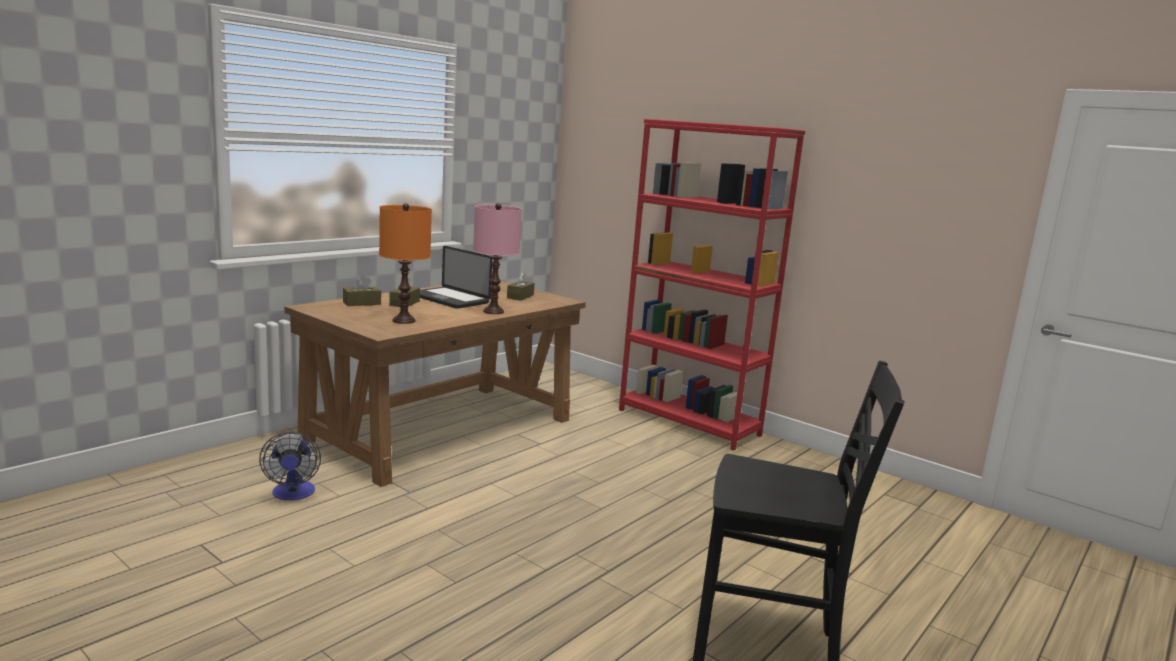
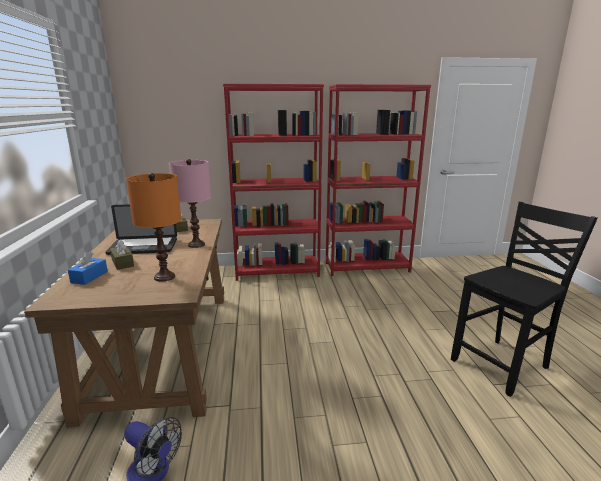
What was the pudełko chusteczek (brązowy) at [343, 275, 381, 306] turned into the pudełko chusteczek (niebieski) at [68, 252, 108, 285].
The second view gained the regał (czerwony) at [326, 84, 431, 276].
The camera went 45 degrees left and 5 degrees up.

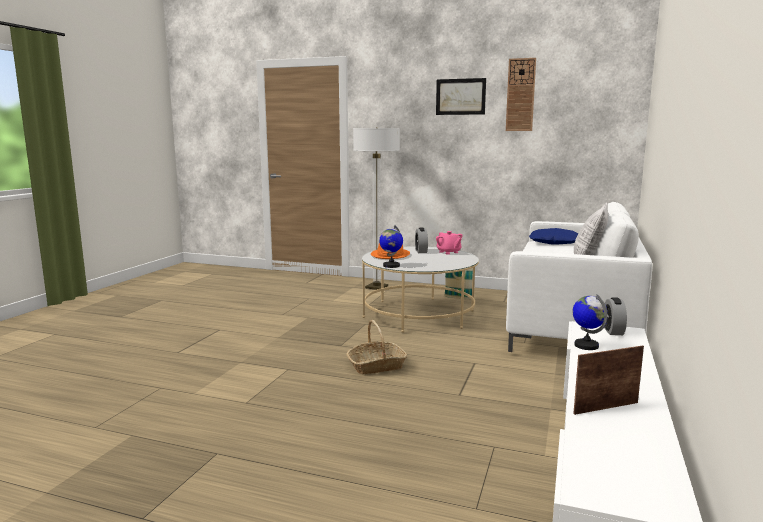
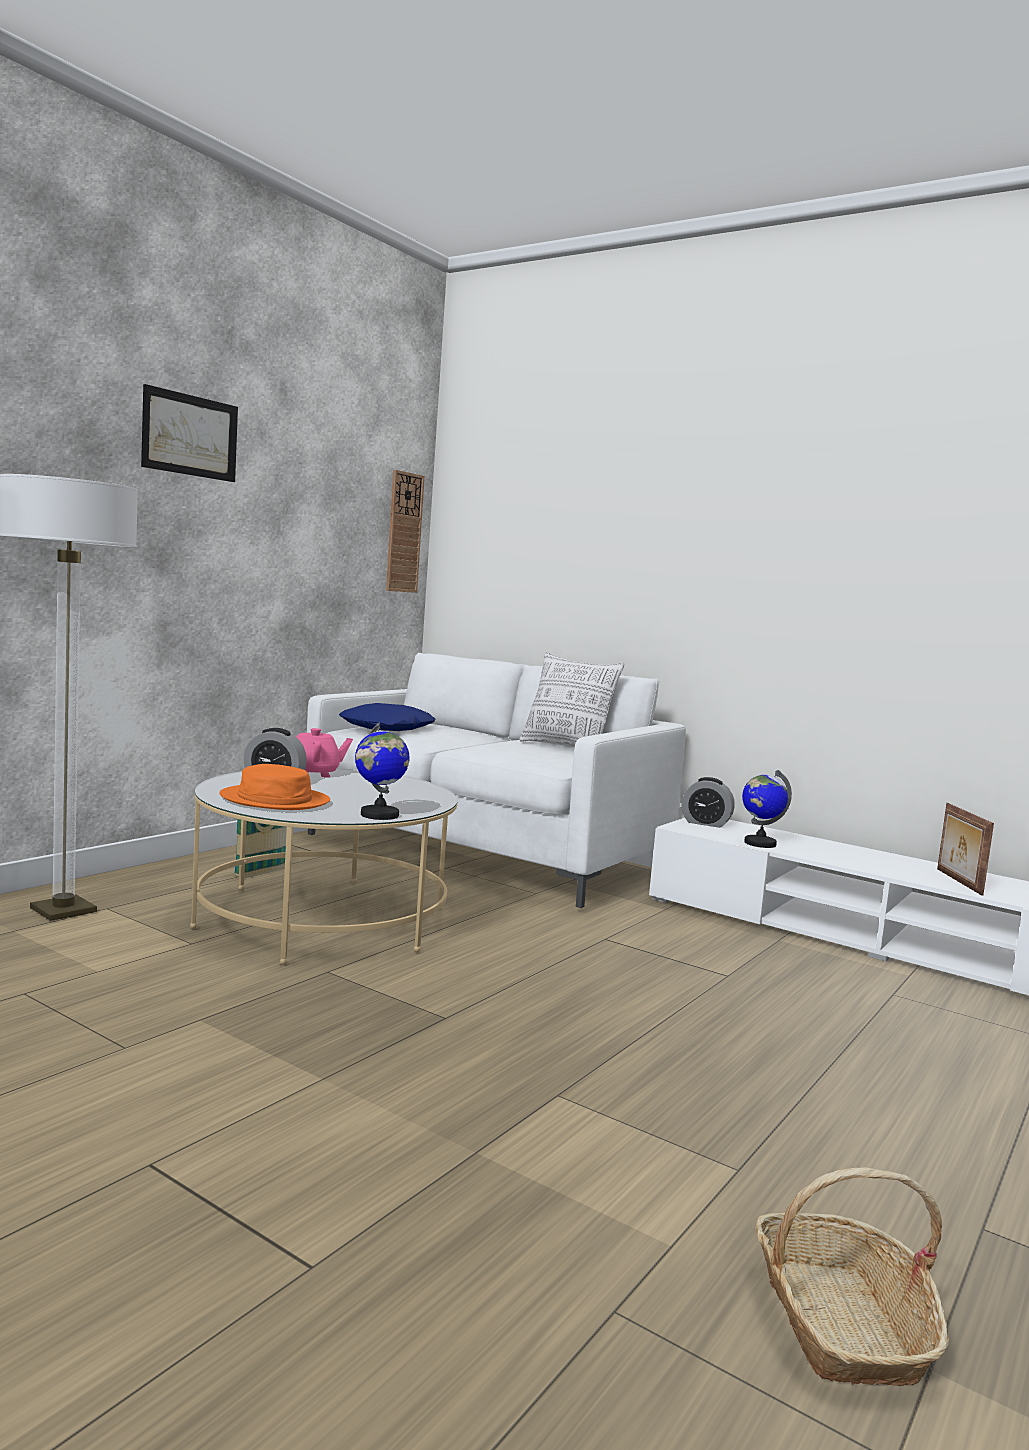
The zegar ścienny ended up elsewhere, having gone from [506, 58, 536, 131] to [386, 470, 425, 593].
The koszyk ended up elsewhere, having gone from [346, 320, 407, 374] to [755, 1168, 949, 1386].
The camera went 75 degrees left and 5 degrees down.

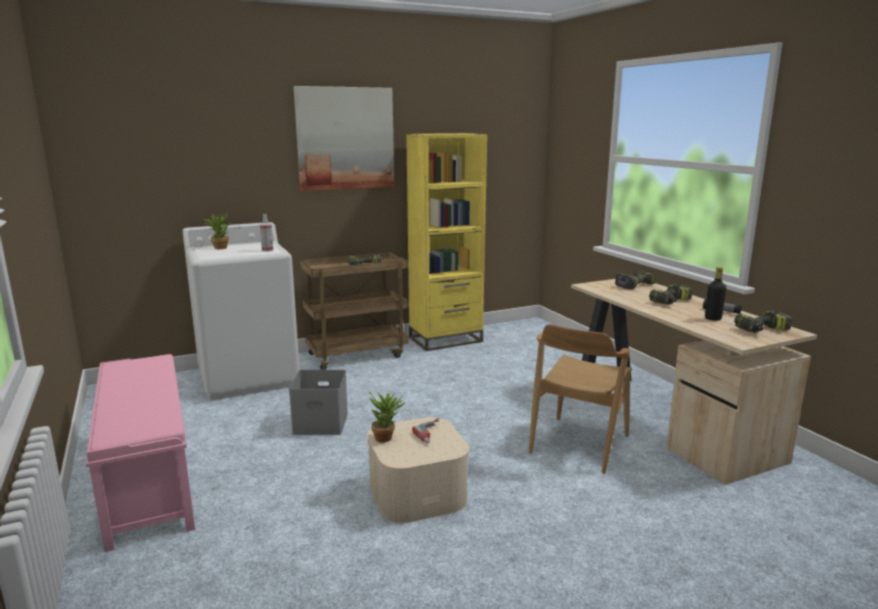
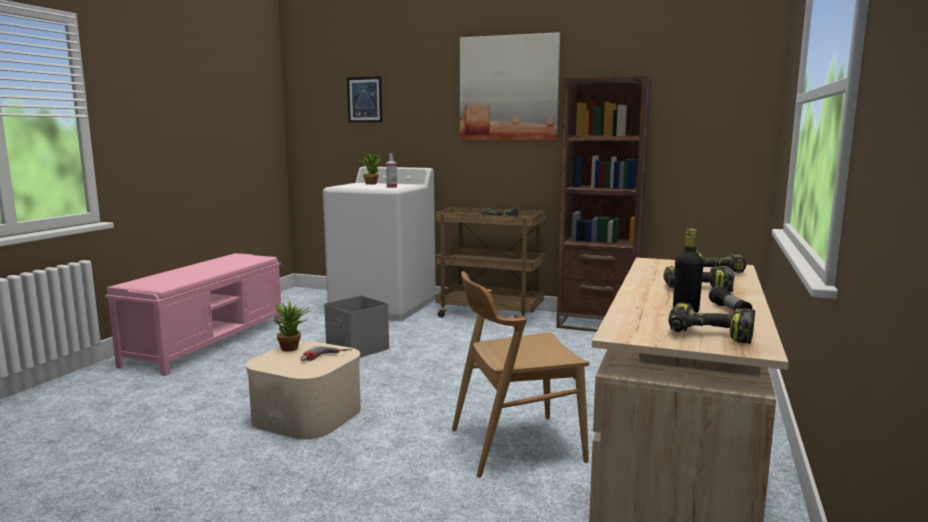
What was the regał (żółty) at [406, 133, 487, 351] turned into the regał (brązowy) at [556, 76, 652, 332].
The second view gained the obraz at [347, 76, 383, 123].
The camera went 45 degrees right and 5 degrees down.

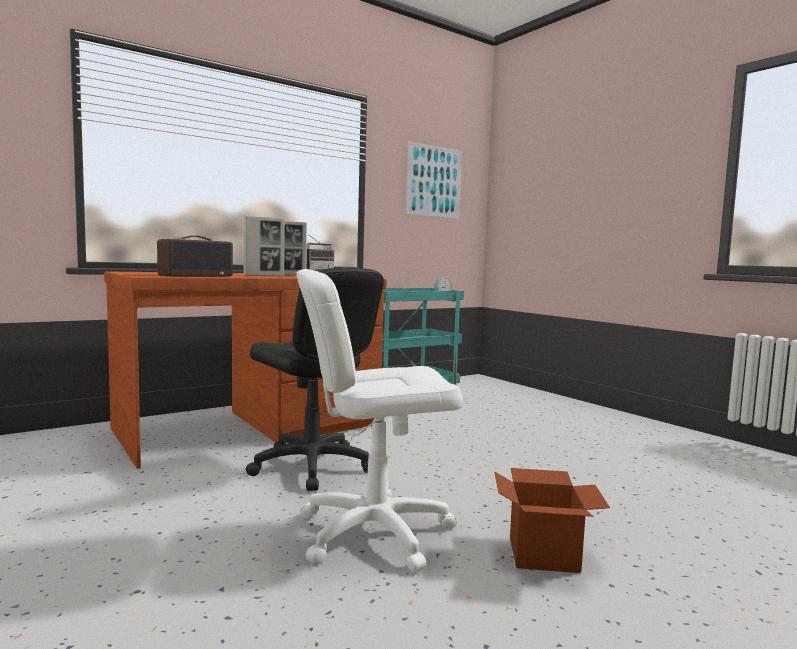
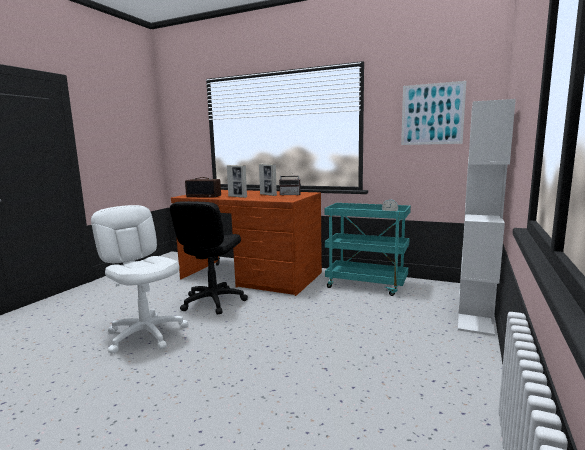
The second view lost the karton at [494, 468, 610, 573].
The second view gained the regał (biały) at [458, 99, 516, 336].
The camera went 60 degrees right and 5 degrees up.

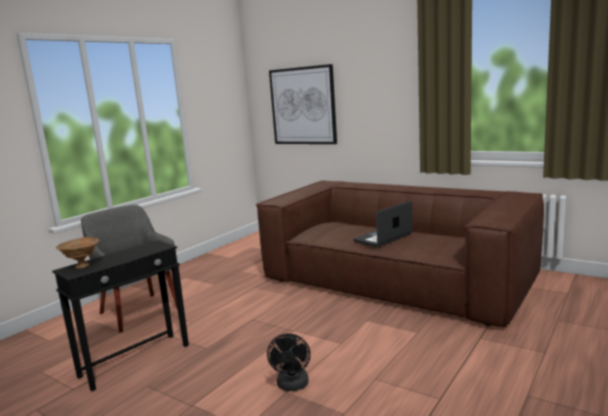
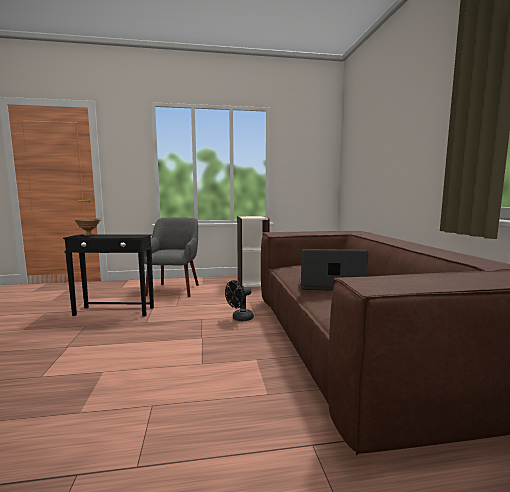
The second view lost the obraz at [269, 64, 337, 144].
The wentylator (czarny) ended up elsewhere, having gone from [267, 334, 311, 391] to [225, 280, 254, 321].
The second view gained the regał at [237, 216, 270, 287].
The camera went 45 degrees right and 5 degrees down.

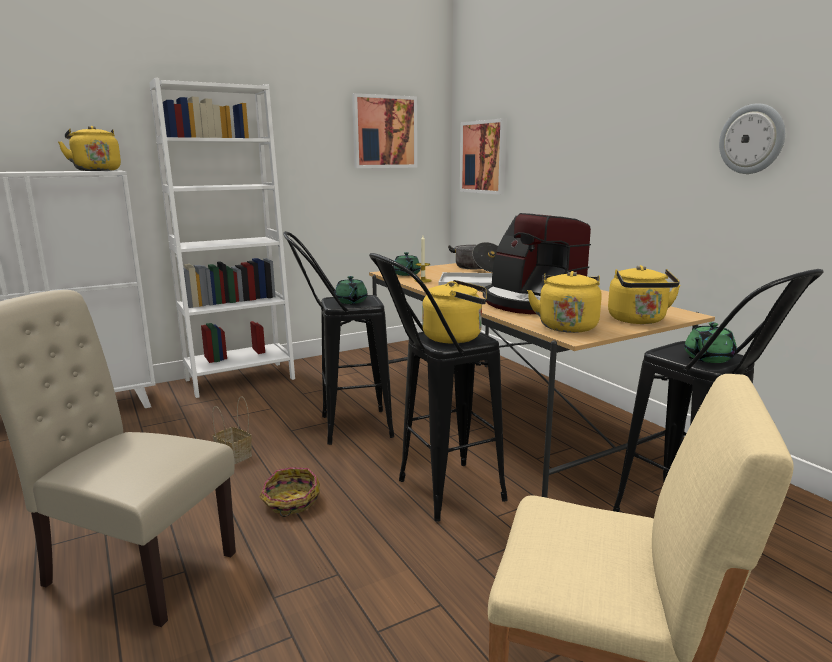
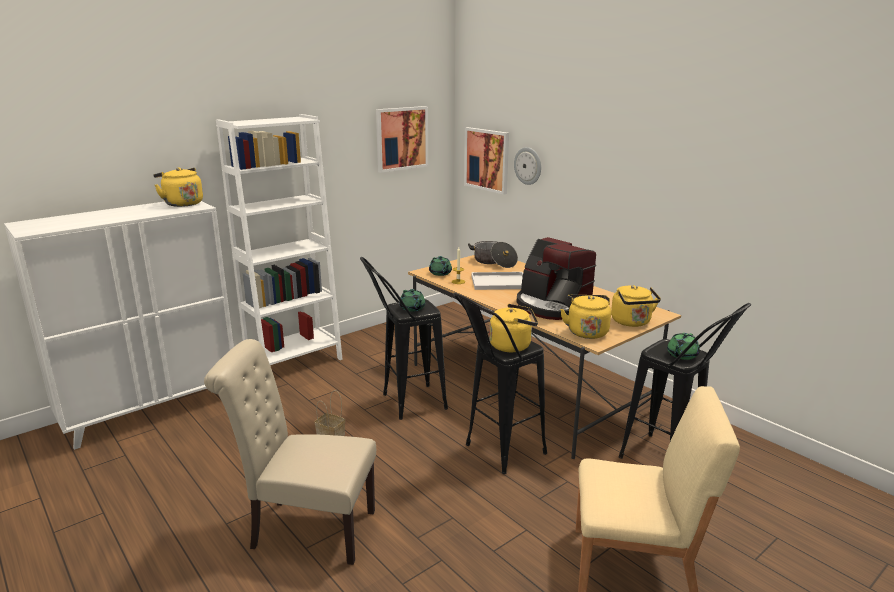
The zegar ścienny ended up elsewhere, having gone from [719, 103, 785, 174] to [514, 147, 541, 185].
The second view lost the koszyk at [260, 467, 320, 517].
The camera went 10 degrees left and 5 degrees up.

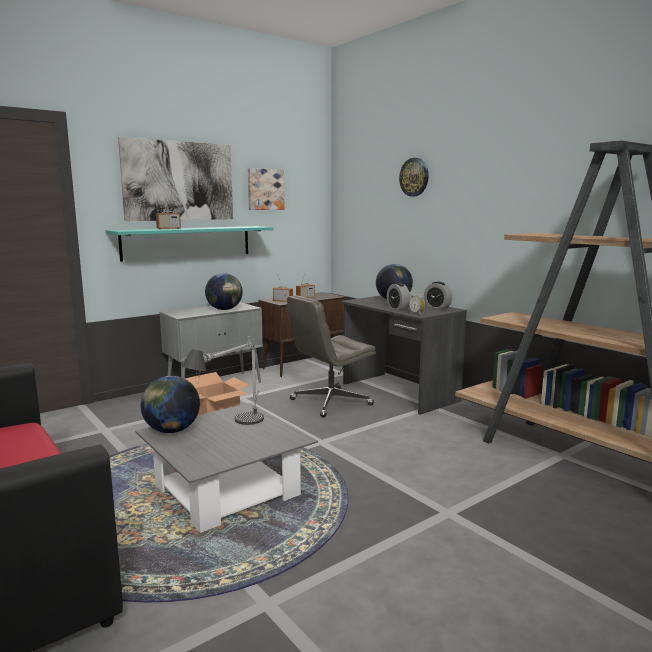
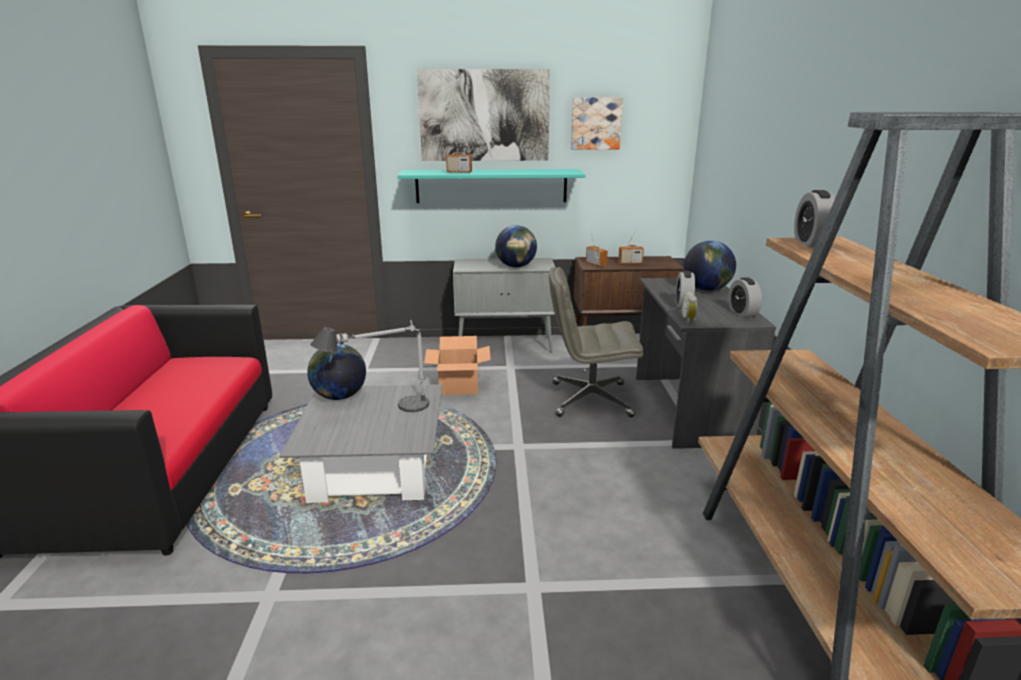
The second view lost the zegar ścienny at [399, 158, 429, 196].
The second view gained the budzik at [794, 190, 835, 247].
The camera went 35 degrees right and 10 degrees up.

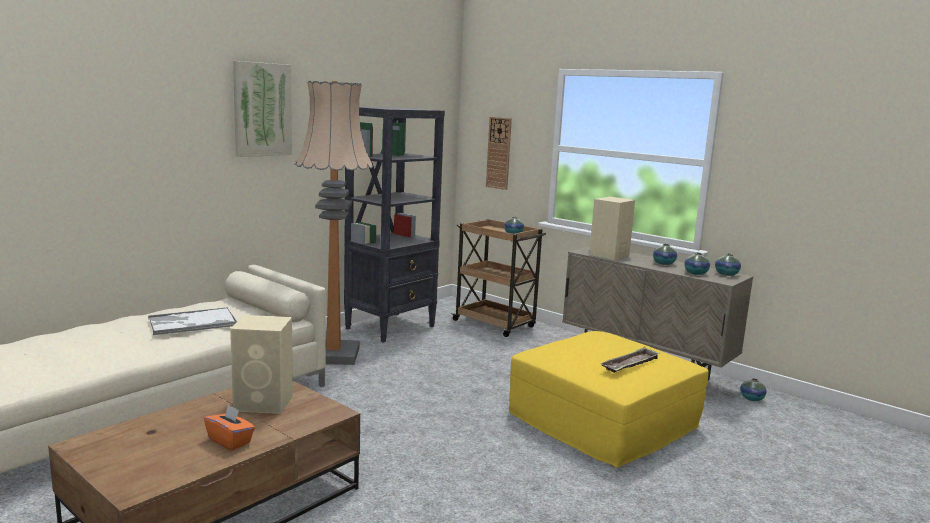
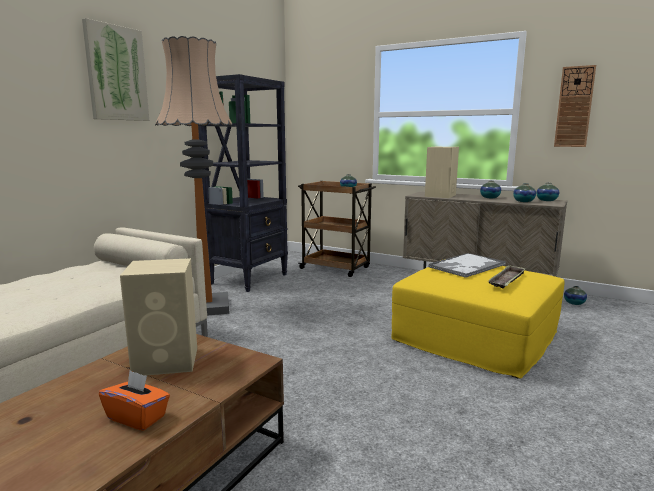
The zegar ścienny ended up elsewhere, having gone from [486, 117, 512, 190] to [554, 65, 596, 147].
The taca ended up elsewhere, having gone from [148, 307, 237, 335] to [428, 253, 506, 278].
The camera went 10 degrees left and 0 degrees up.

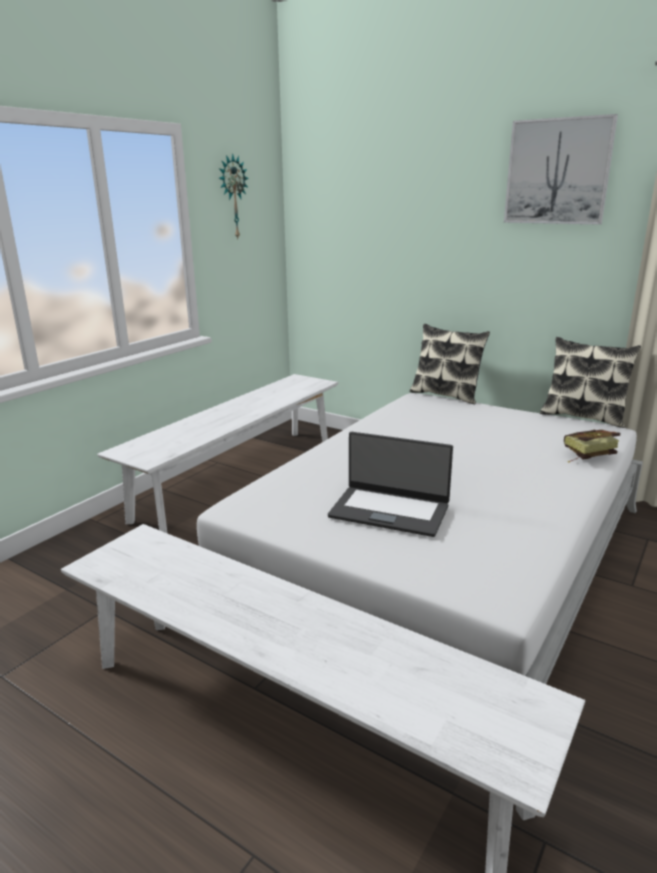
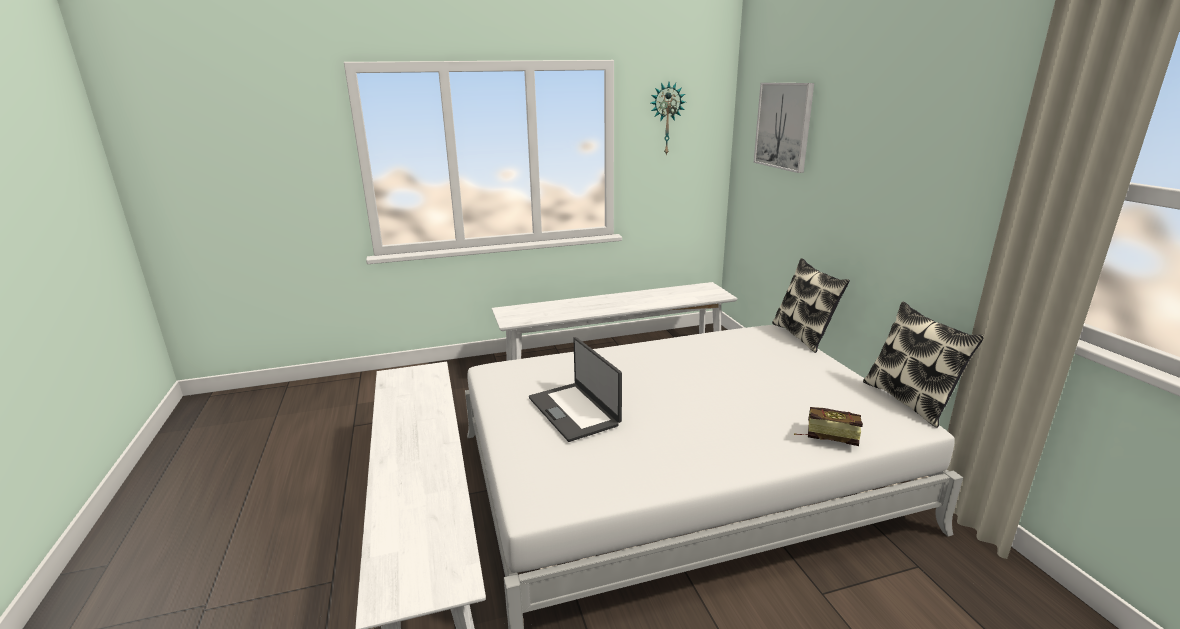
The obraz ended up elsewhere, having gone from [504, 114, 618, 225] to [754, 83, 814, 173].
The camera went 40 degrees right and 0 degrees up.

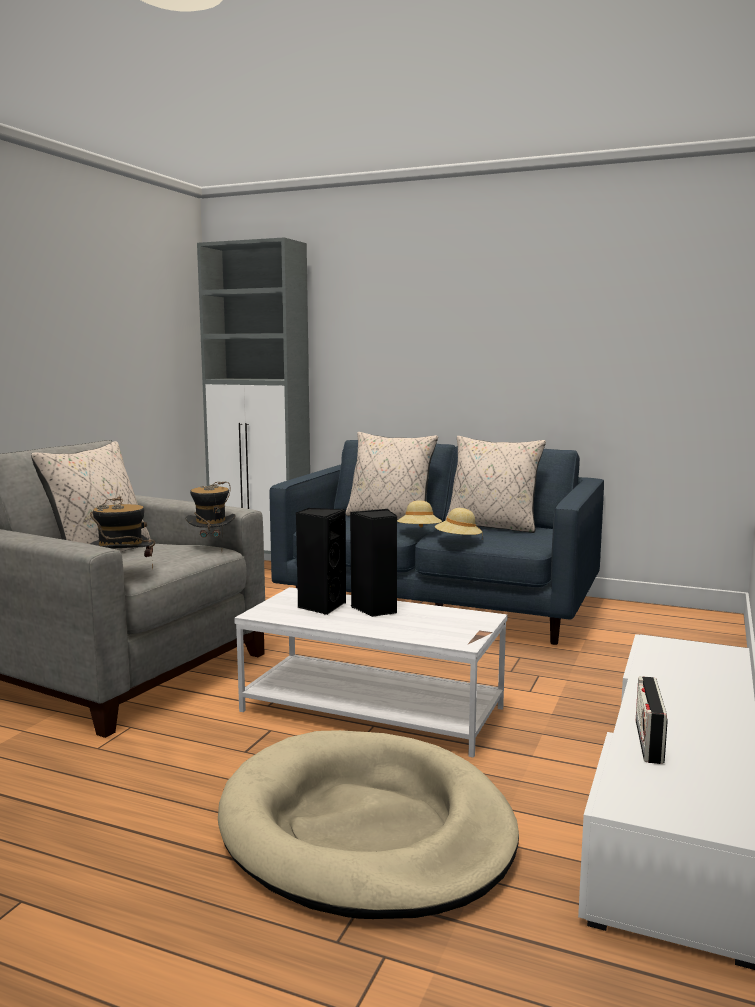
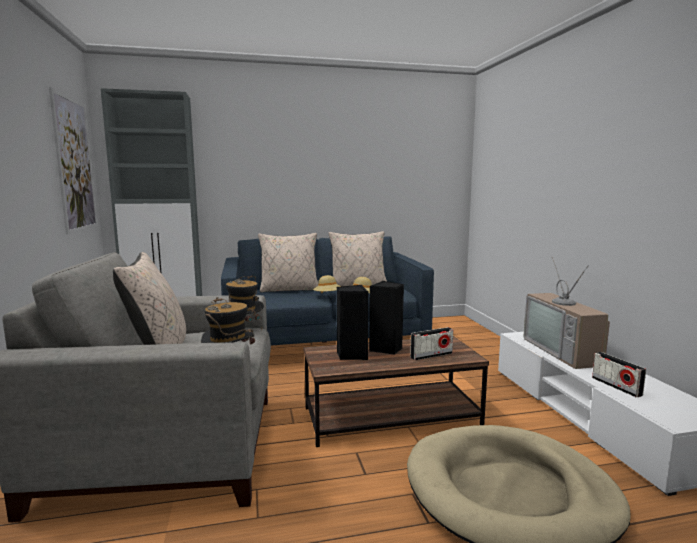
What was the ława (biały) at [234, 587, 507, 757] turned into the ława (brązowy) at [303, 336, 489, 447].
The second view gained the obraz at [49, 87, 98, 235].
The second view gained the telewizor at [523, 257, 610, 369].
The second view gained the radio at [410, 327, 453, 360].
The camera went 35 degrees left and 0 degrees up.

